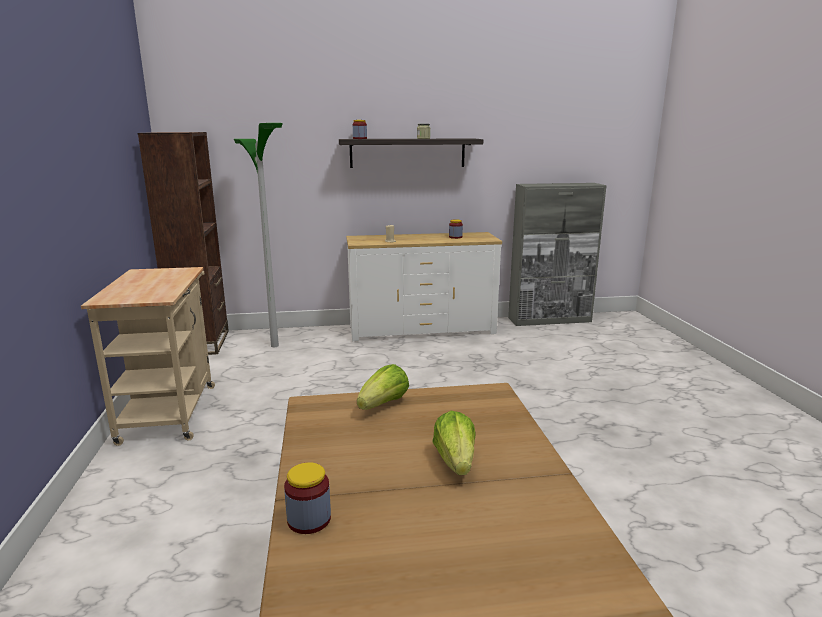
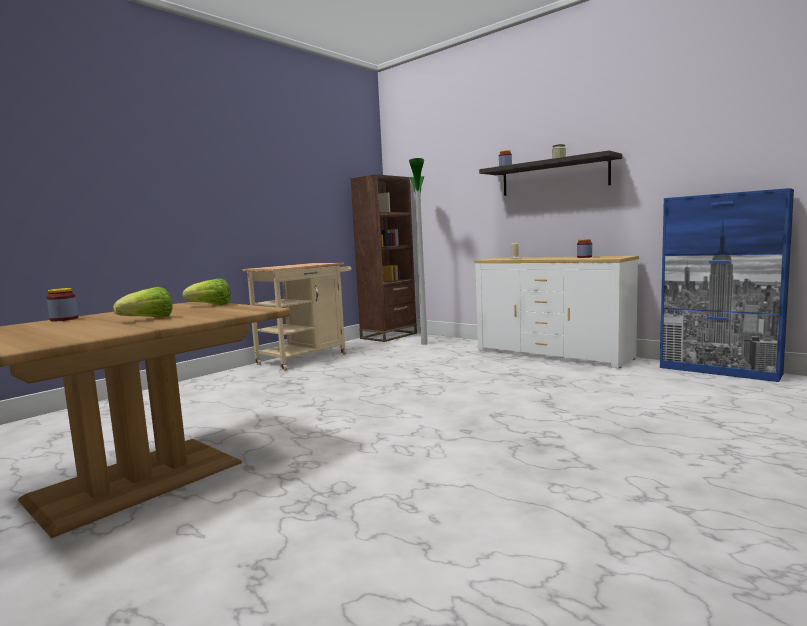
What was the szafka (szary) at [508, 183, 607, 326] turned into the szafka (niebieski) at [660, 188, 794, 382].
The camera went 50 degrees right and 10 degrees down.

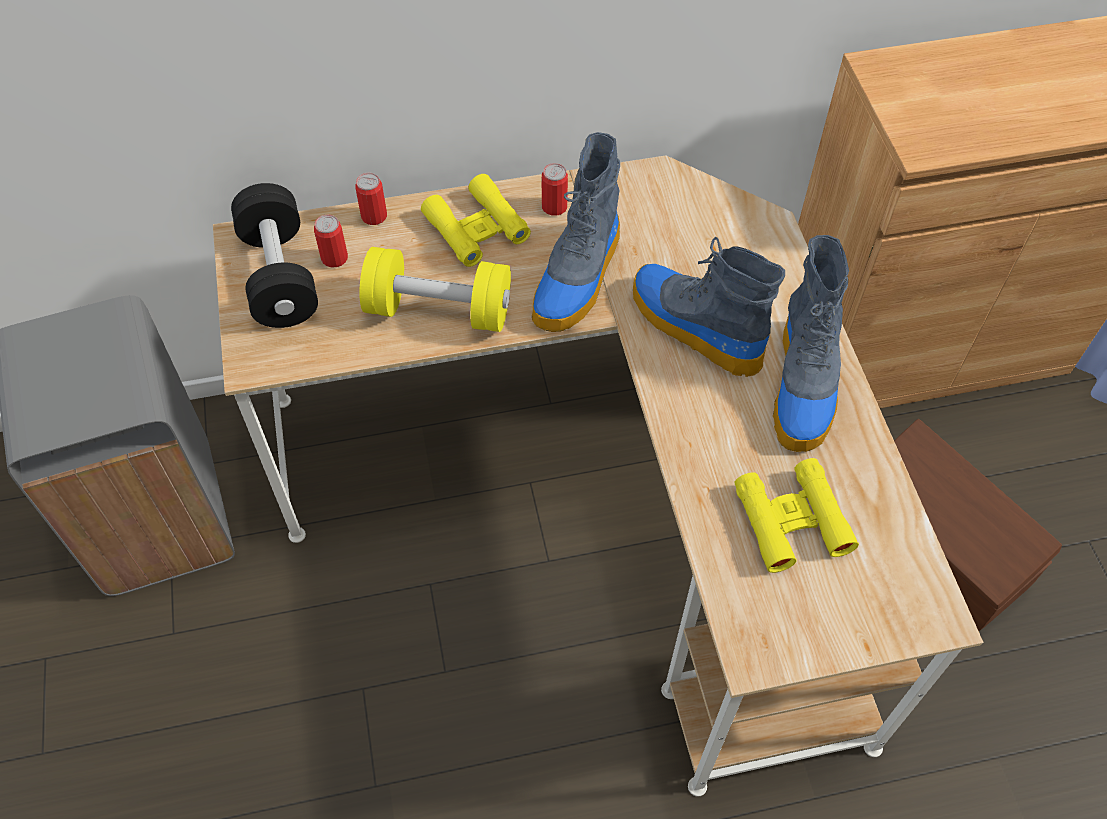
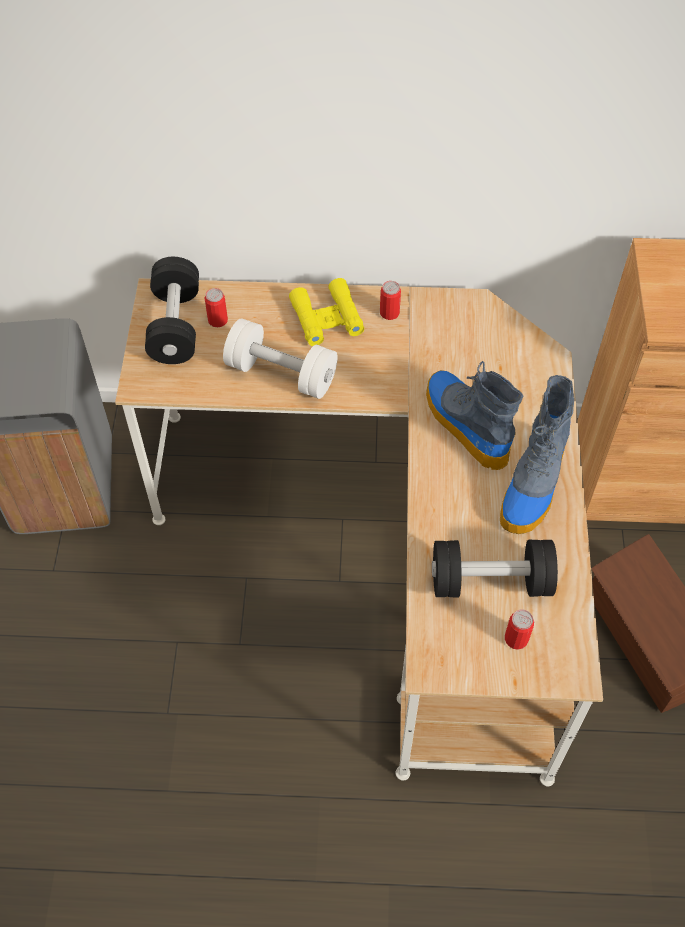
The second view lost the but z cholewką at [532, 132, 620, 332].
The puszka ended up elsewhere, having gone from [355, 173, 387, 225] to [505, 609, 534, 649].
What was the hantel (żółty) at [359, 247, 511, 332] turned into the hantel (biały) at [223, 318, 338, 399].
Where the lornetka (żółty) stood at [734, 458, 859, 573], the hantel (czarny) came to stand at [432, 540, 558, 597].
The camera went 15 degrees right and 0 degrees up.

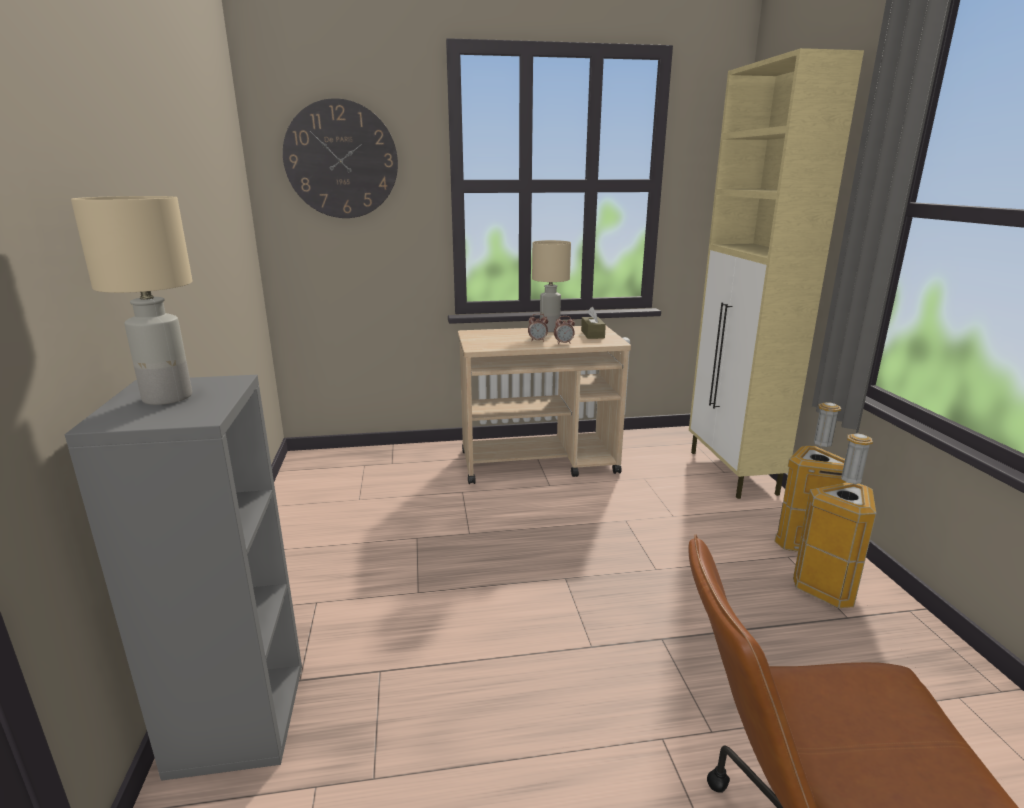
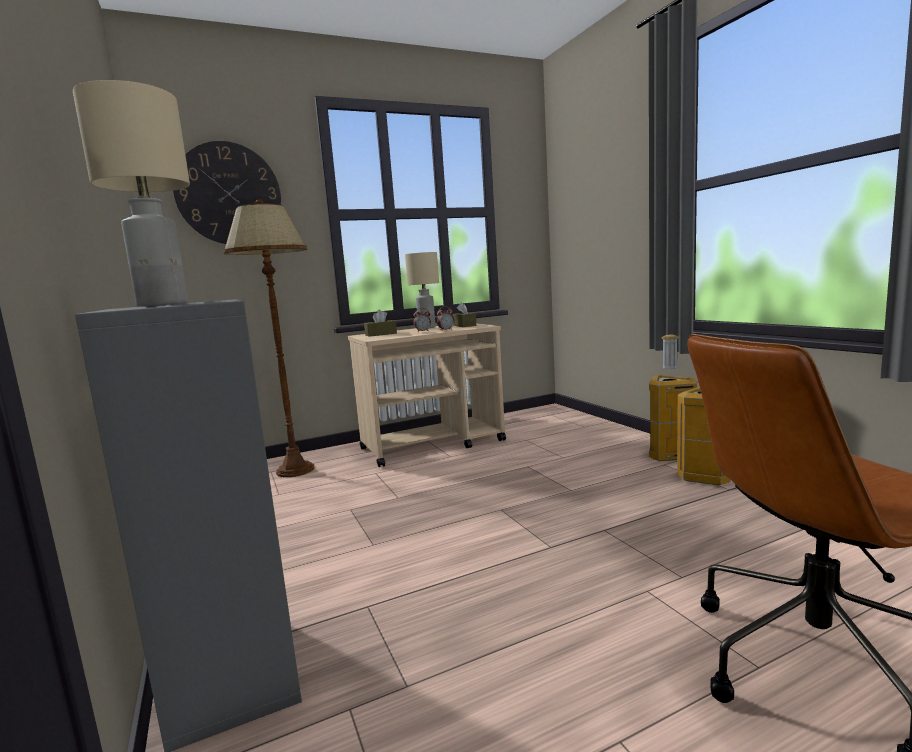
The second view lost the szafka (beżowy) at [689, 48, 864, 499].
The second view gained the lampa stojąca (brązowy) at [223, 199, 314, 477].
The second view gained the pudełko chusteczek (brązowy) at [364, 310, 397, 337].
The camera went 15 degrees left and 10 degrees down.

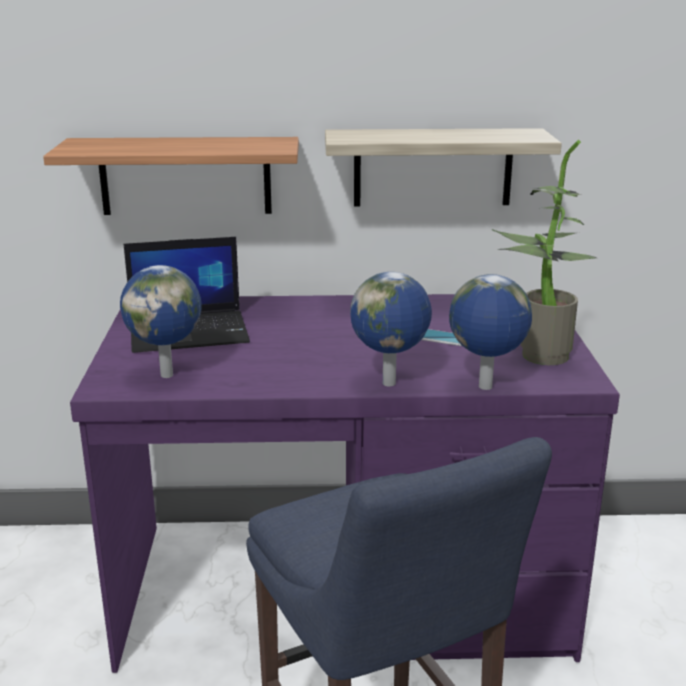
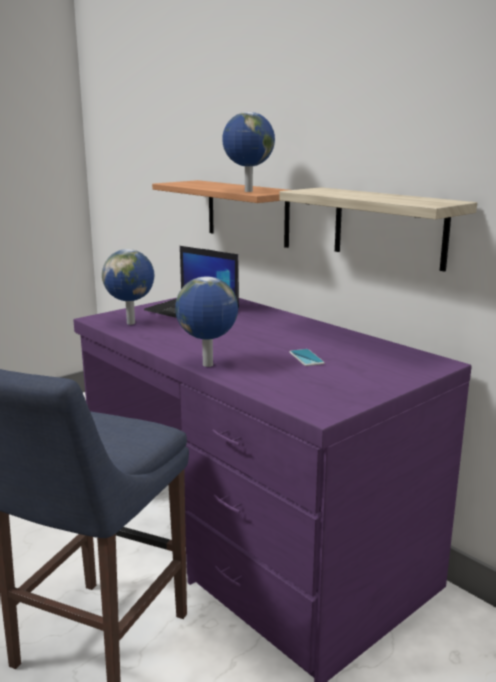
The second view lost the roślina doniczkowa at [491, 140, 597, 365].
The globus ended up elsewhere, having gone from [449, 274, 532, 390] to [222, 112, 275, 192].
The camera went 50 degrees right and 5 degrees down.

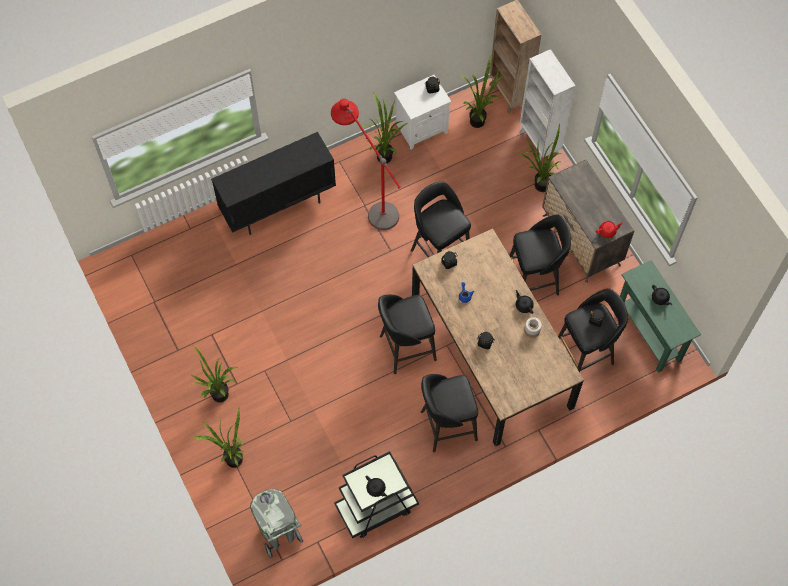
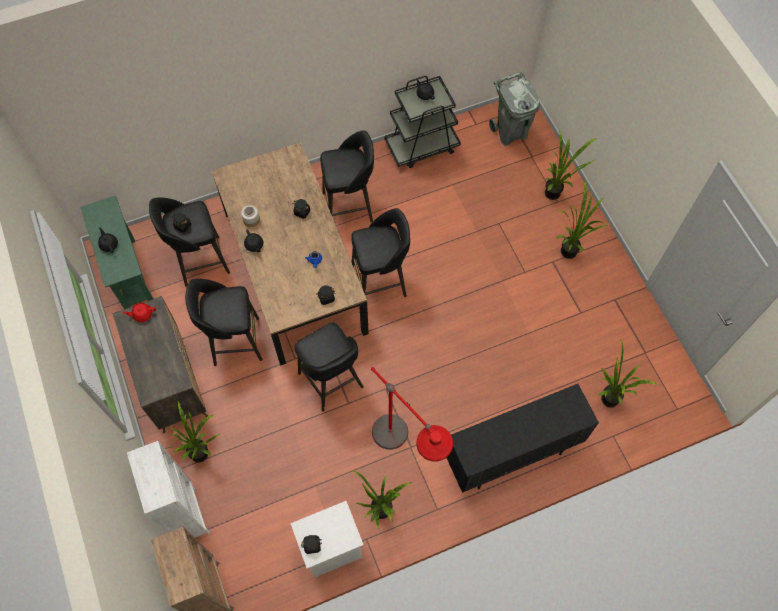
The roślina doniczkowa ended up elsewhere, having gone from [459, 55, 503, 128] to [598, 340, 657, 408].
The camera went 175 degrees left and 0 degrees up.

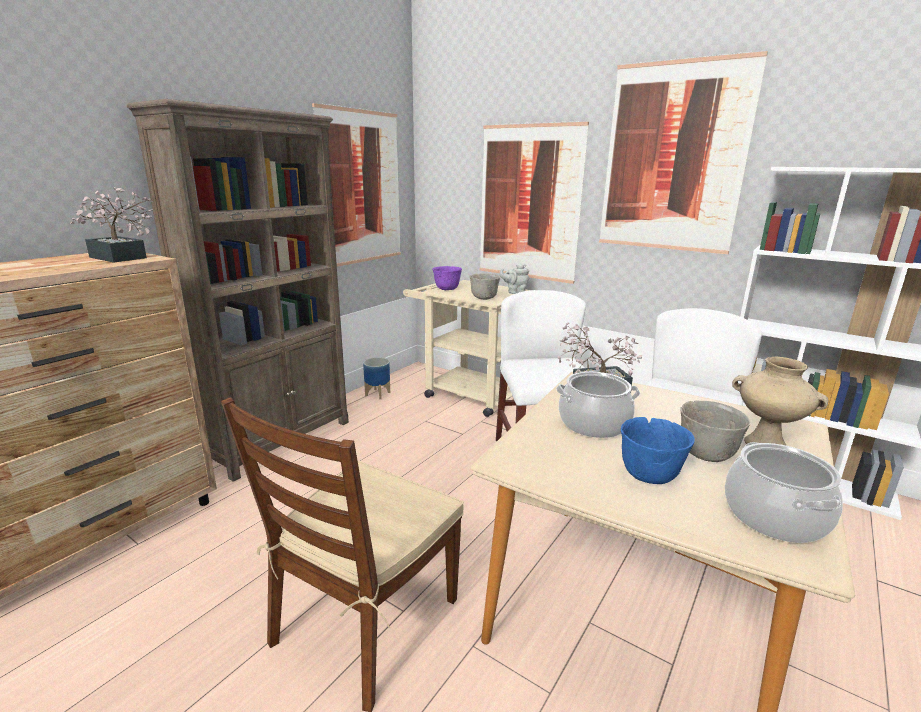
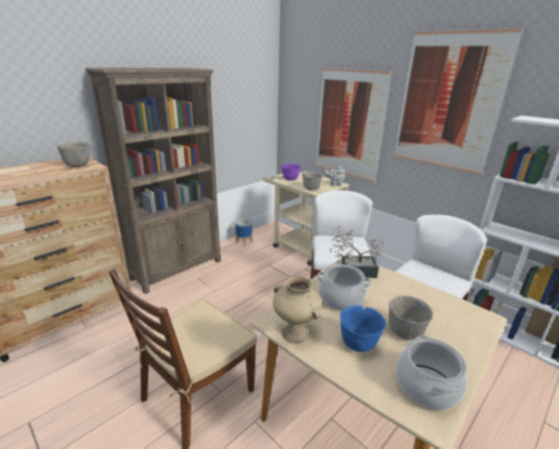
The second view lost the obraz at [312, 103, 401, 267].
Where the roślina doniczkowa stood at [70, 187, 153, 263], the miska (szary) came to stand at [56, 142, 89, 167].
The wazon (beżowy) ended up elsewhere, having gone from [732, 356, 829, 446] to [273, 276, 322, 343].
The camera went 10 degrees right and 5 degrees up.

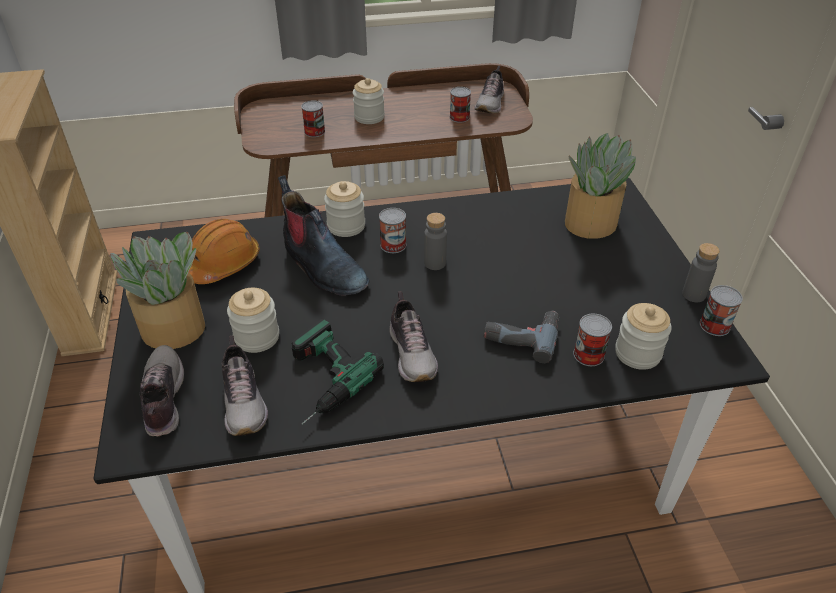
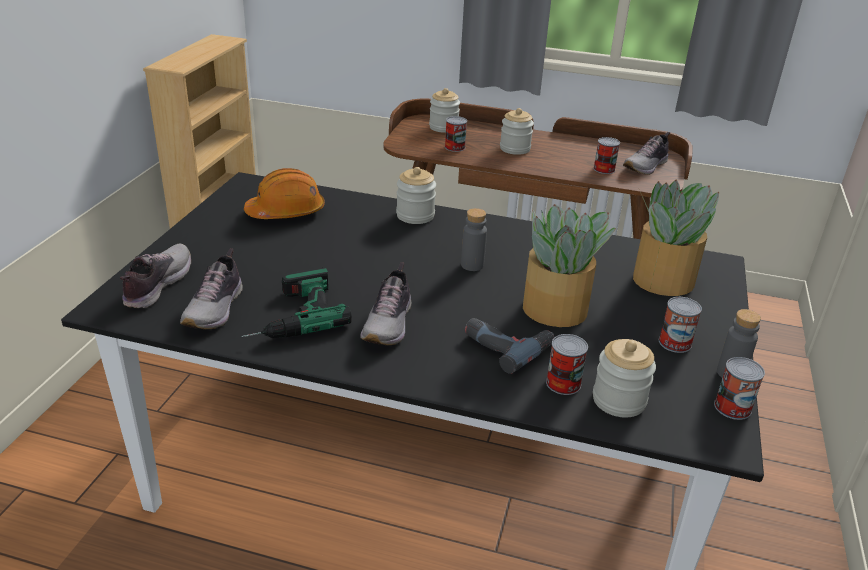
The second view lost the but z cholewką at [278, 175, 369, 296].
The puszka ended up elsewhere, having gone from [379, 208, 406, 253] to [659, 297, 702, 353].
The roślina doniczkowa ended up elsewhere, having gone from [110, 232, 205, 349] to [523, 204, 616, 327].
The słoik ended up elsewhere, having gone from [227, 288, 279, 353] to [429, 88, 460, 133].
The camera went 25 degrees right and 10 degrees down.

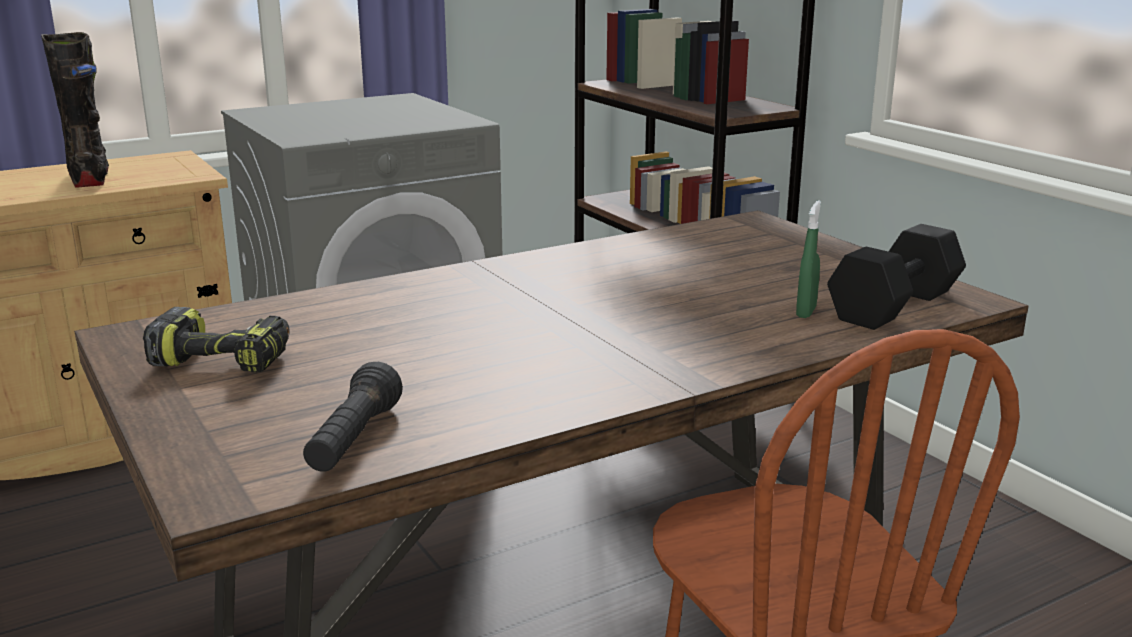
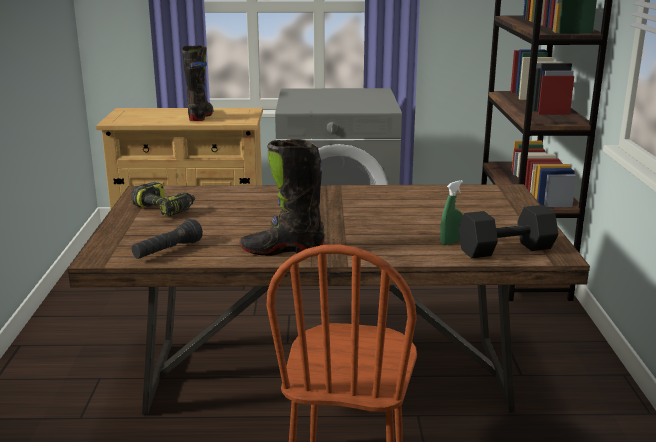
The second view gained the but z cholewką (czarny) at [239, 139, 325, 256].
The camera went 30 degrees right and 0 degrees up.

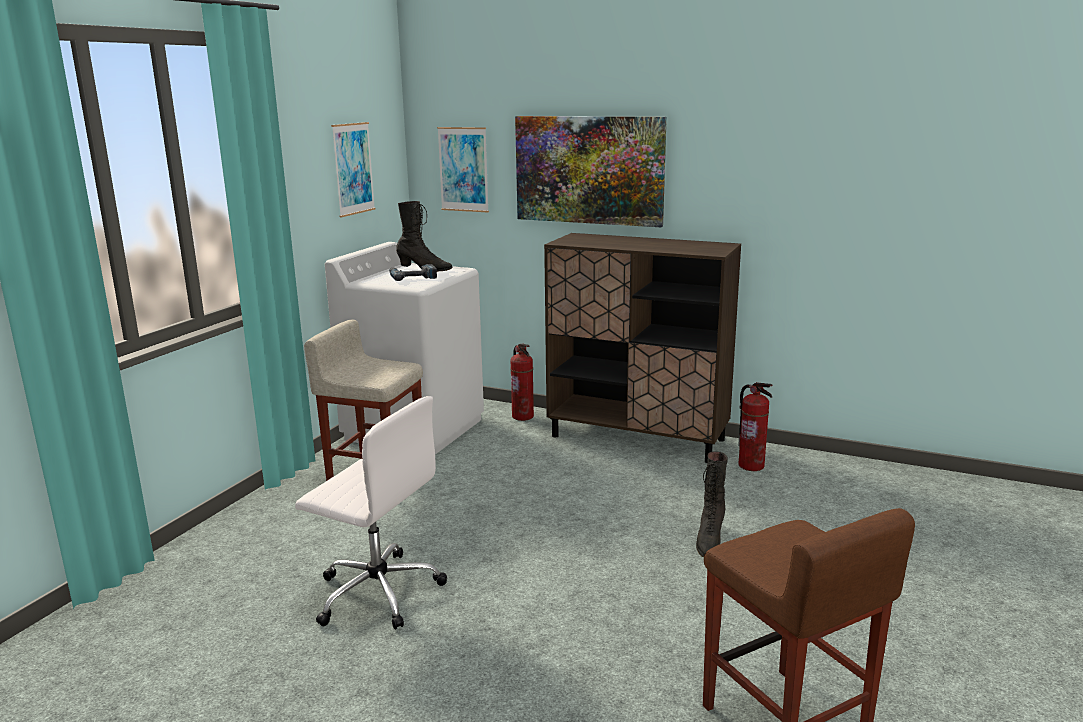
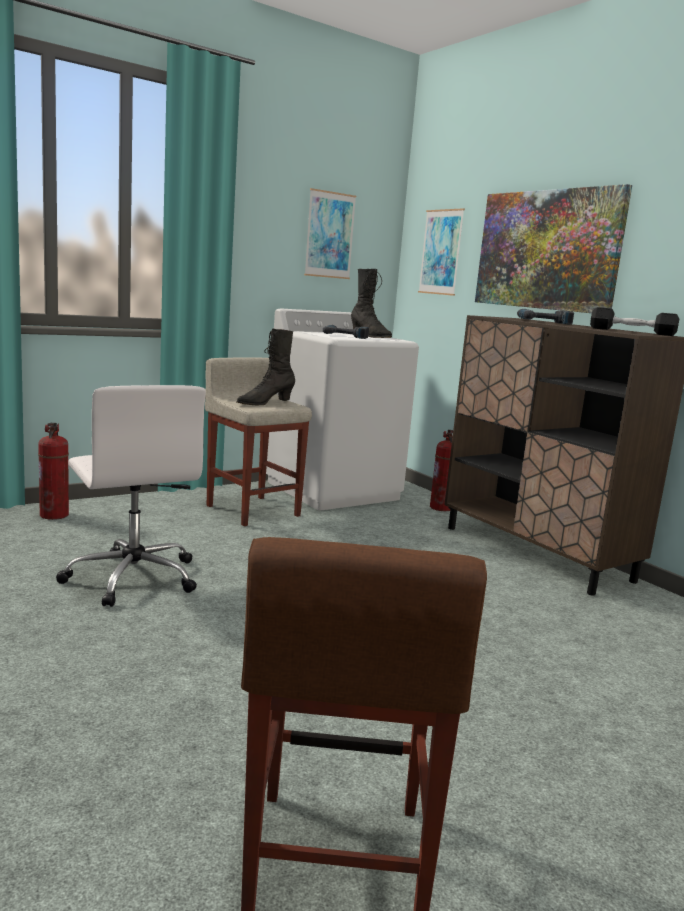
The gaśnica ended up elsewhere, having gone from [738, 382, 773, 471] to [38, 423, 69, 520].
The but z cholewką (czarny) ended up elsewhere, having gone from [696, 451, 728, 557] to [236, 329, 295, 405].
The second view gained the hantel (czarny) at [590, 307, 679, 336].
The second view gained the wiertarka at [517, 309, 574, 325].
The camera went 30 degrees right and 5 degrees down.

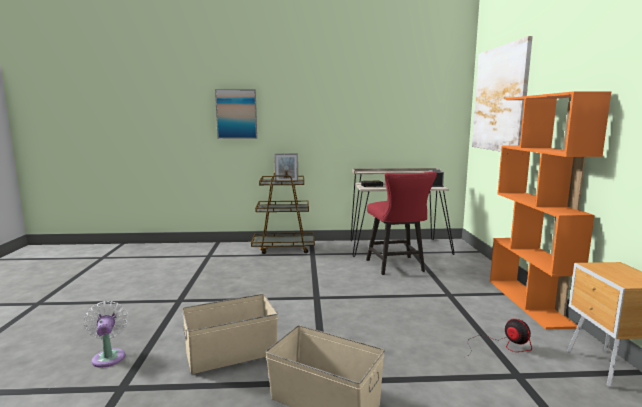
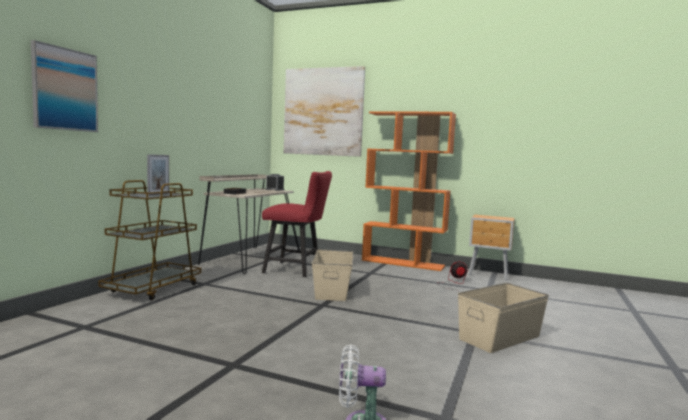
The pojemnik do przechowywania (beżowy) ended up elsewhere, having gone from [182, 294, 278, 374] to [312, 249, 353, 301].
The camera went 65 degrees left and 5 degrees down.

